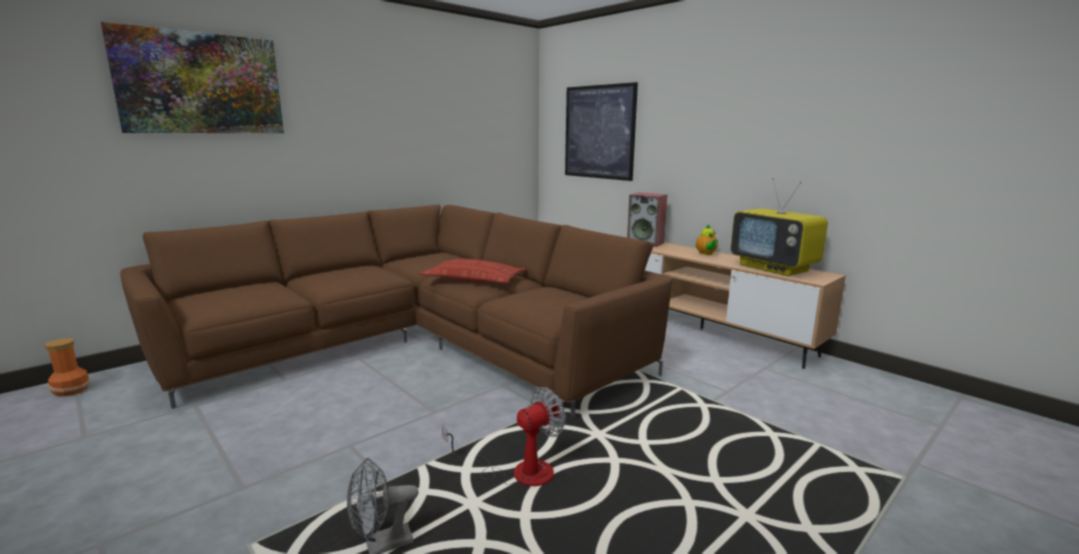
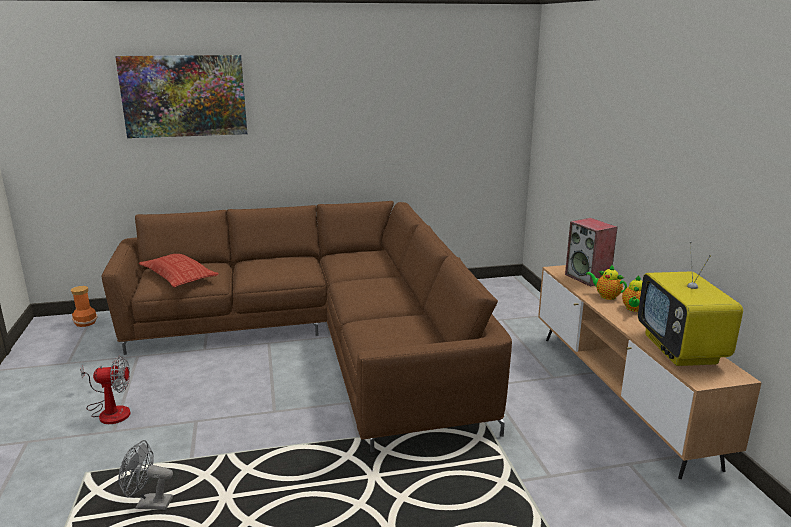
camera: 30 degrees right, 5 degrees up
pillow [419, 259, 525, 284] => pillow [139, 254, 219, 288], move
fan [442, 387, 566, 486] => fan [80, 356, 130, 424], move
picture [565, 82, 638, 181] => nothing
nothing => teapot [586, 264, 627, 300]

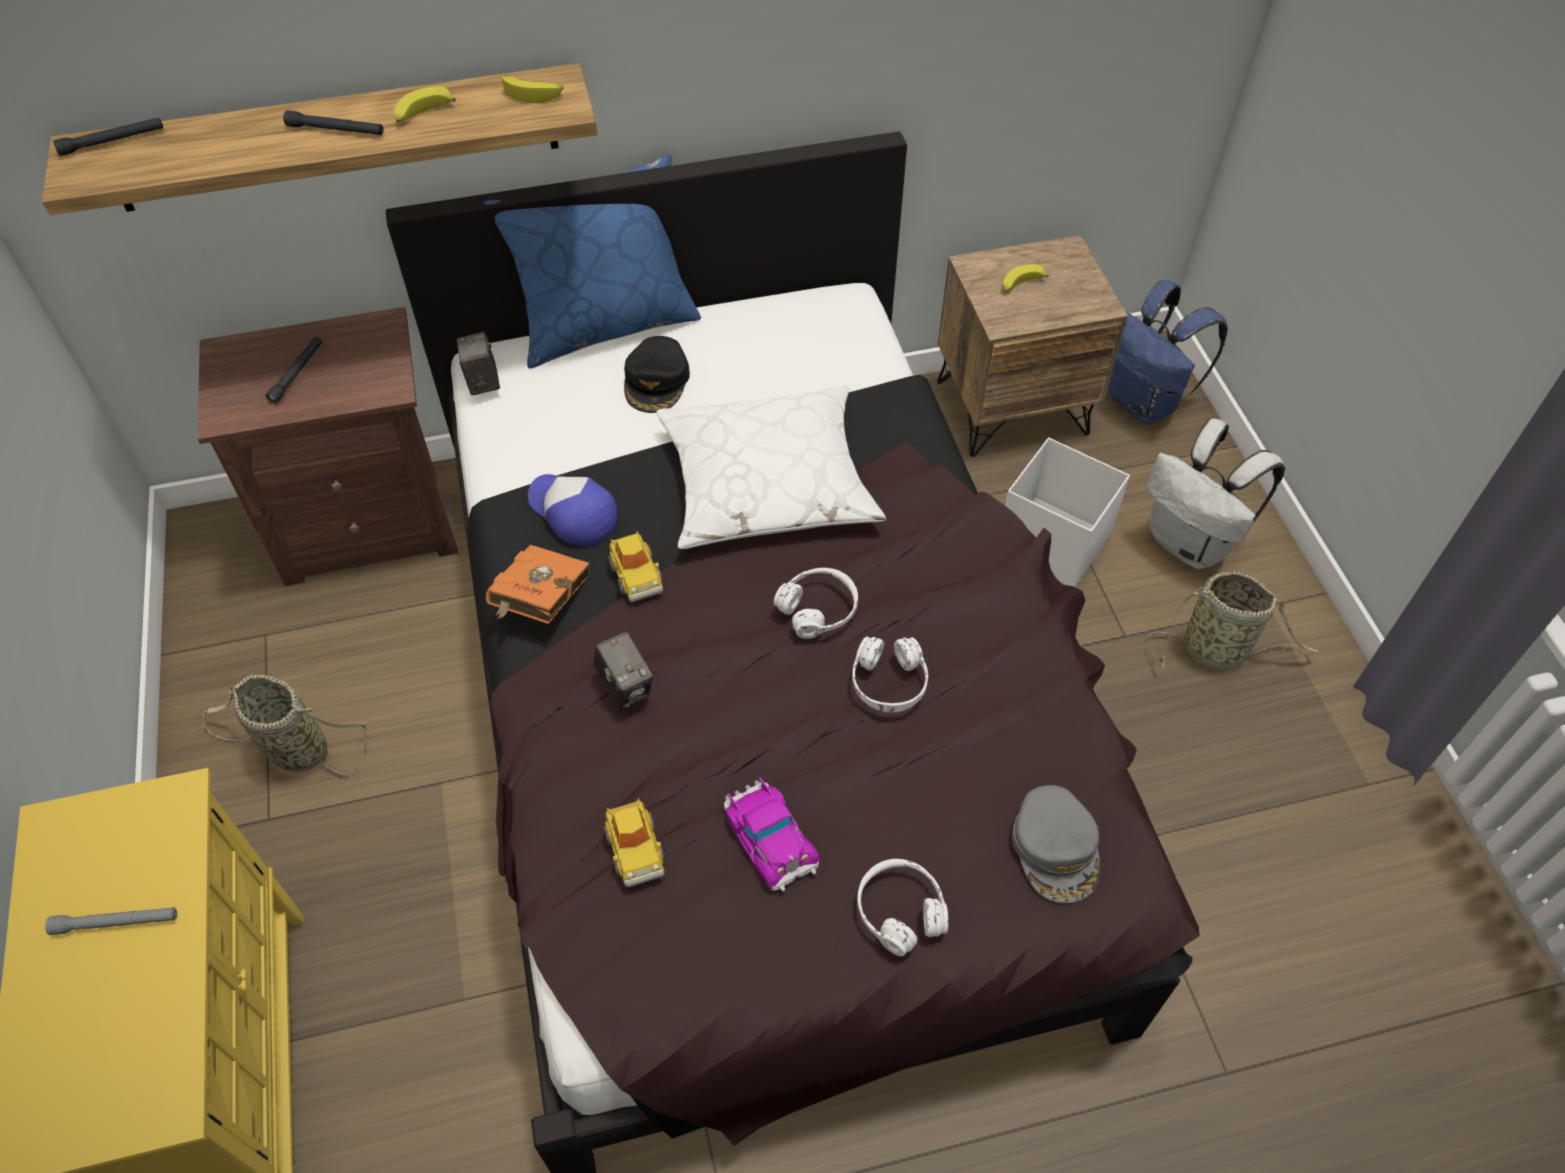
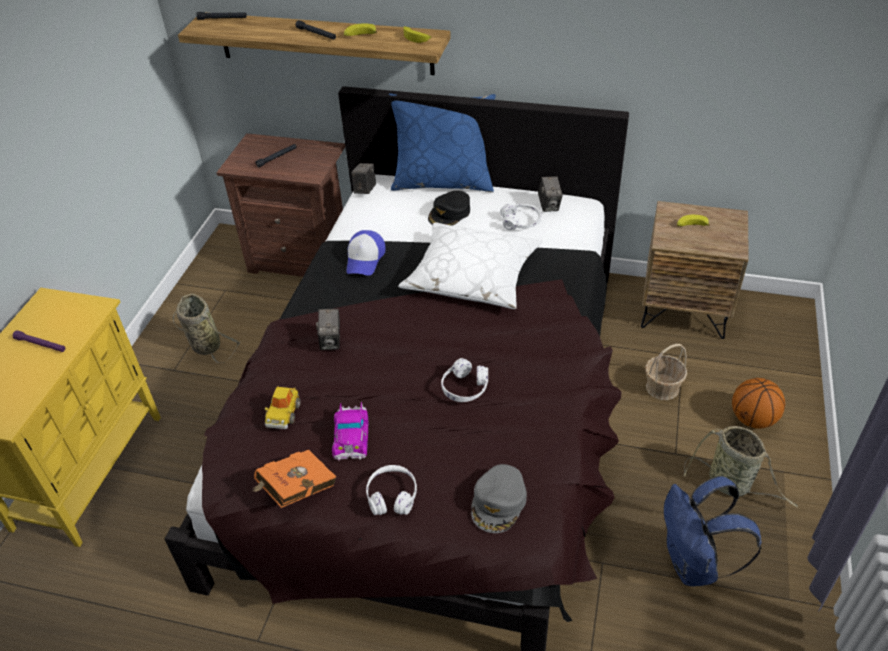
camera: 30 degrees right, 10 degrees down
grey flashlight [45, 907, 177, 935] => purple flashlight [13, 330, 65, 352]
orange book [486, 545, 589, 624] => orange book [252, 450, 336, 508], move
cap [528, 474, 617, 546] => cap [346, 230, 386, 276], 150 degrees counterclockwise
toy car [608, 531, 663, 602] => nothing
white headphones [774, 568, 858, 639] => white headphones [500, 204, 541, 230], move
white storage box [1005, 438, 1130, 587] => basket [645, 344, 687, 400]
blue backpack [1108, 280, 1228, 423] => blue backpack [664, 476, 762, 586], move
white backpack [1147, 419, 1285, 569] => basketball [732, 378, 785, 429]
nothing => photo camera [538, 176, 563, 212]

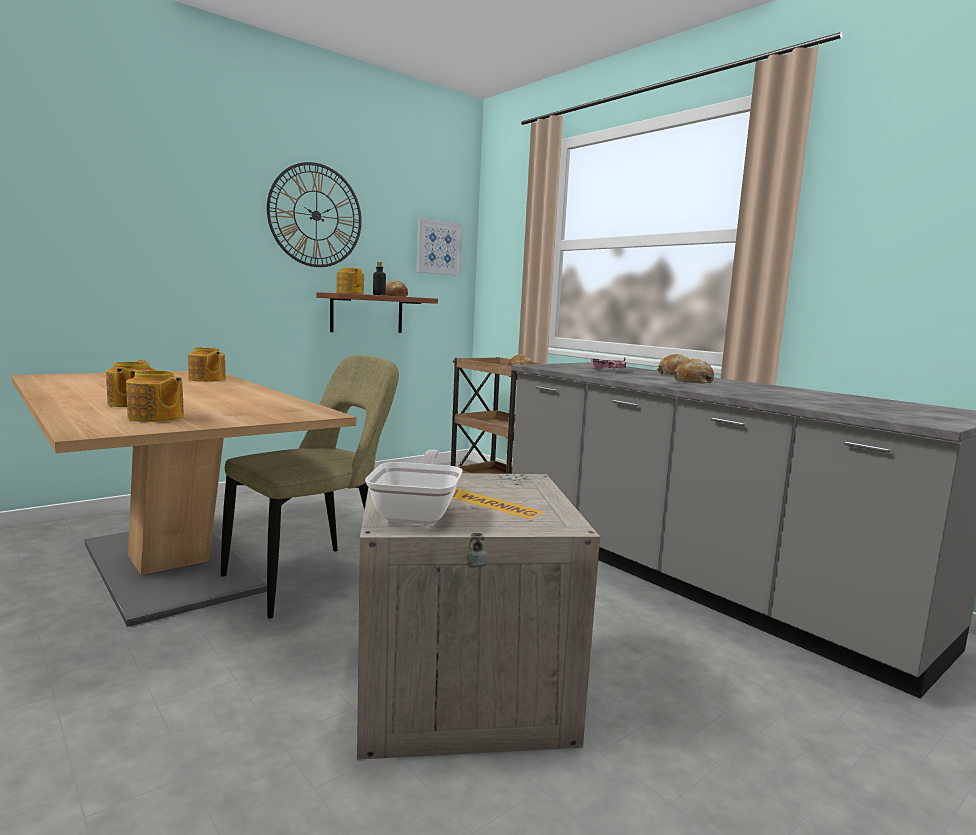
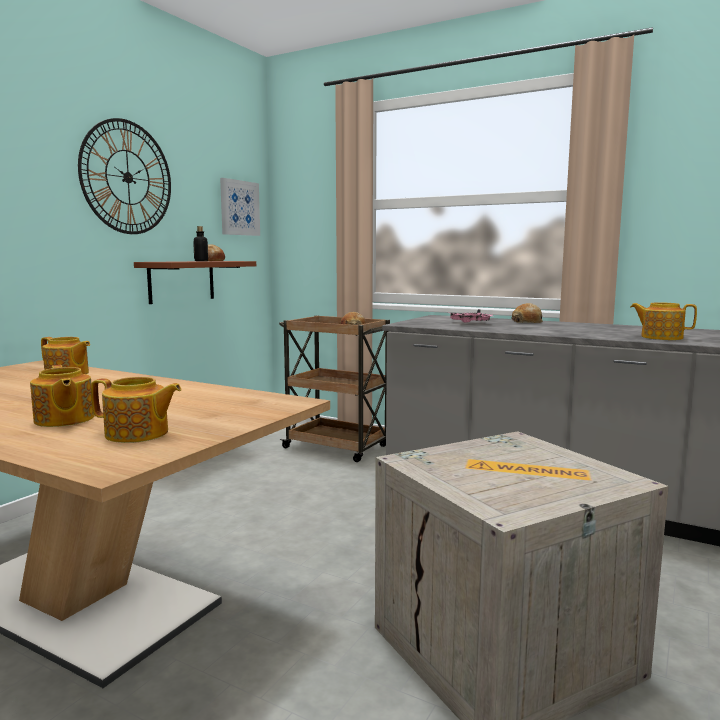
camera: 20 degrees left, 0 degrees up
beige chair [221, 355, 399, 618] => nothing
teapot [337, 268, 364, 294] => teapot [631, 303, 697, 340], move
frying pan [365, 450, 463, 525] => nothing
bread [674, 359, 714, 384] => nothing

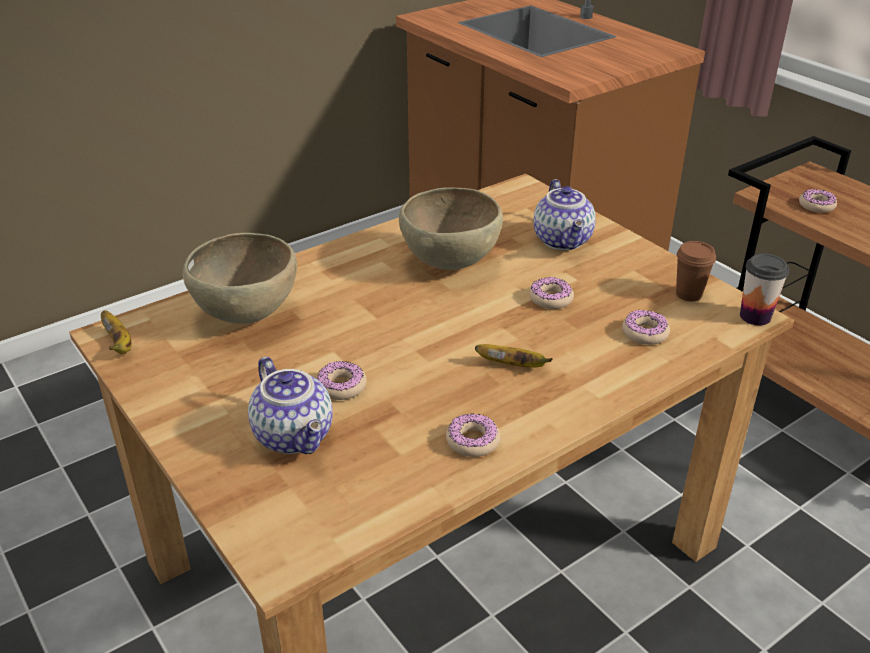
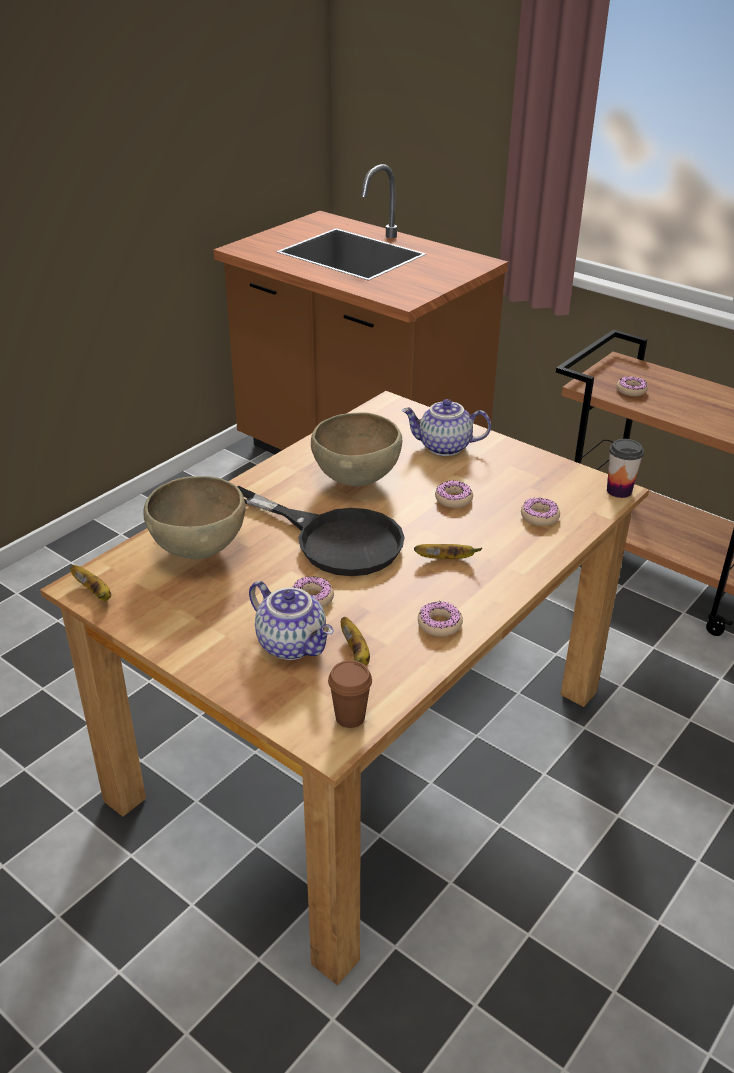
camera: 15 degrees left, 0 degrees up
teapot [533, 179, 596, 251] => teapot [402, 399, 491, 456], 120 degrees clockwise
brown cup [676, 241, 716, 301] => brown cup [328, 660, 372, 728], move
nothing => black frying pan [237, 486, 405, 576]
nothing => banana [341, 617, 370, 666]

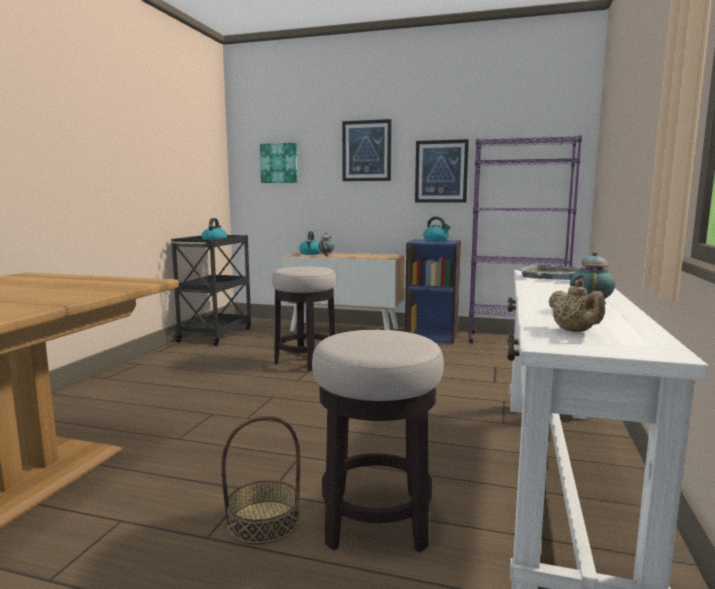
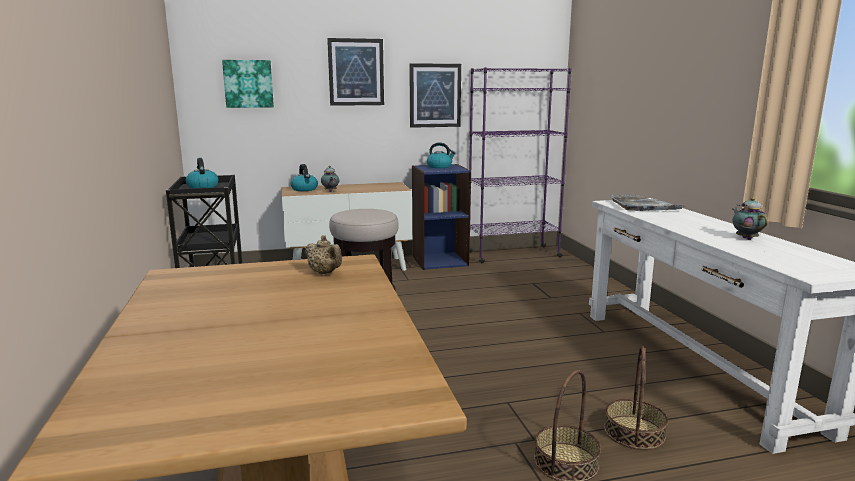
camera: 30 degrees left, 5 degrees up
stool [312, 330, 444, 553] => basket [604, 346, 668, 450]
beige teapot [549, 280, 605, 332] => beige teapot [305, 235, 342, 274], move

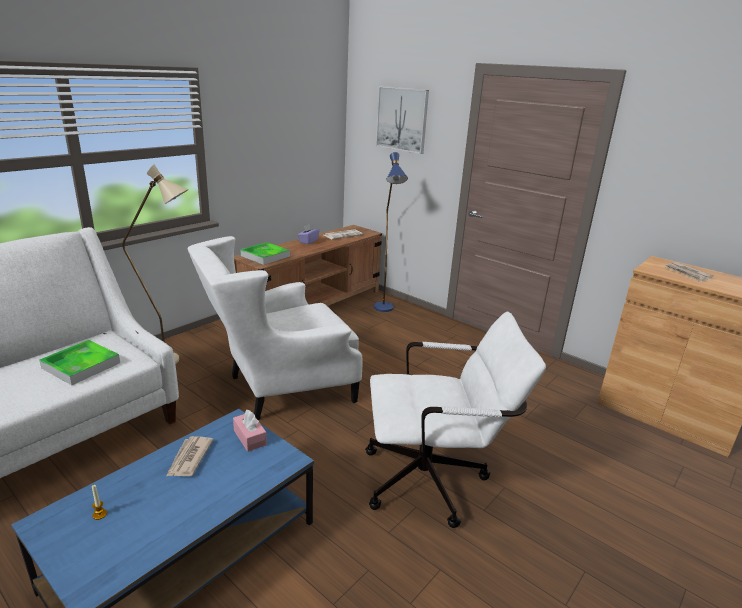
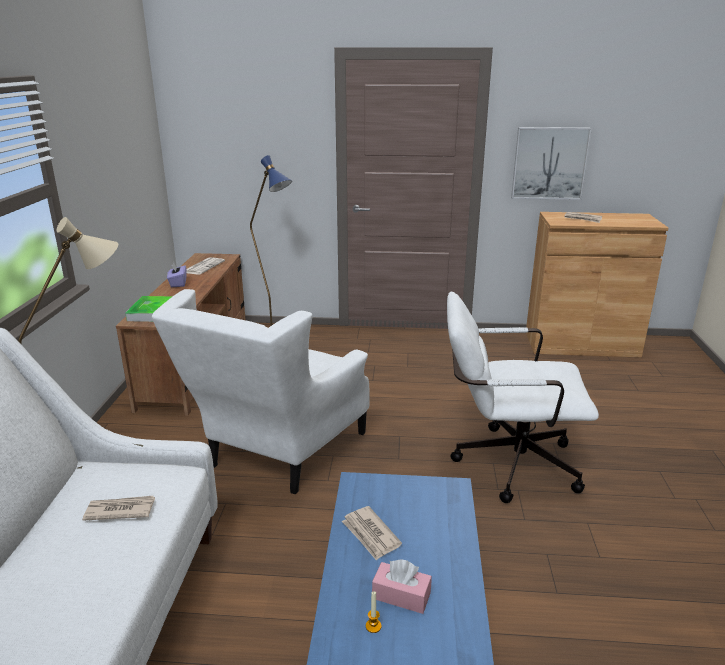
camera: 35 degrees left, 0 degrees up
tray [39, 340, 120, 385] => newspaper [82, 496, 155, 521]
pink tissue box [233, 410, 267, 452] => pink tissue box [372, 559, 432, 614], move
white office chair [365, 312, 546, 528] => white office chair [447, 292, 599, 503], 135 degrees counterclockwise
picture [376, 86, 429, 154] => picture [511, 127, 592, 200], move

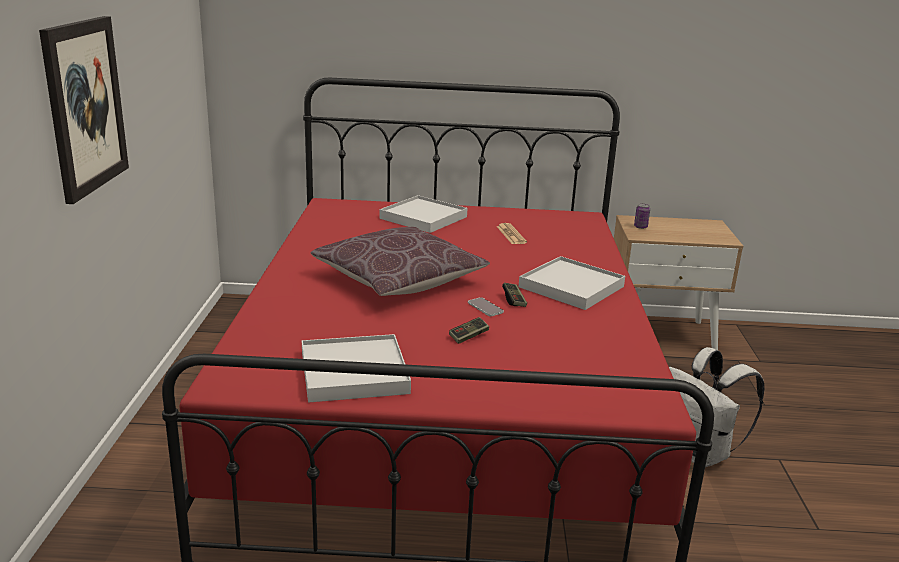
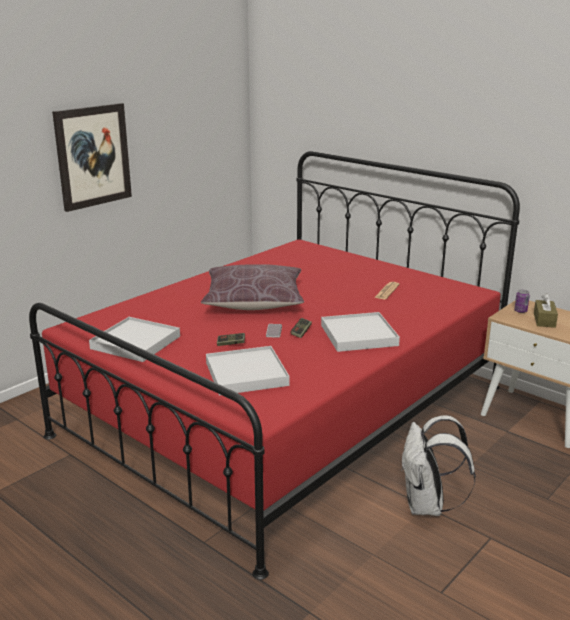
camera: 40 degrees right, 0 degrees up
white tray [379, 195, 467, 233] => white tray [206, 346, 289, 395], move
nothing => brown tissue box [534, 293, 558, 328]

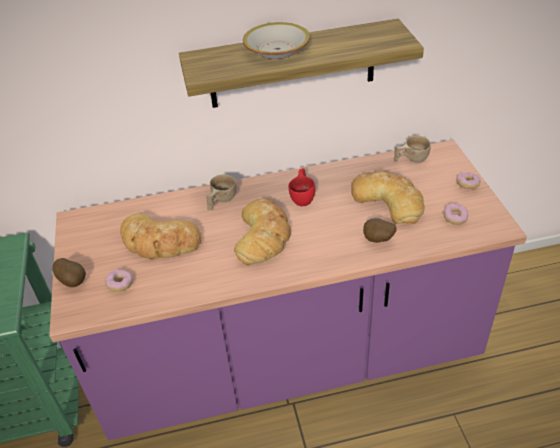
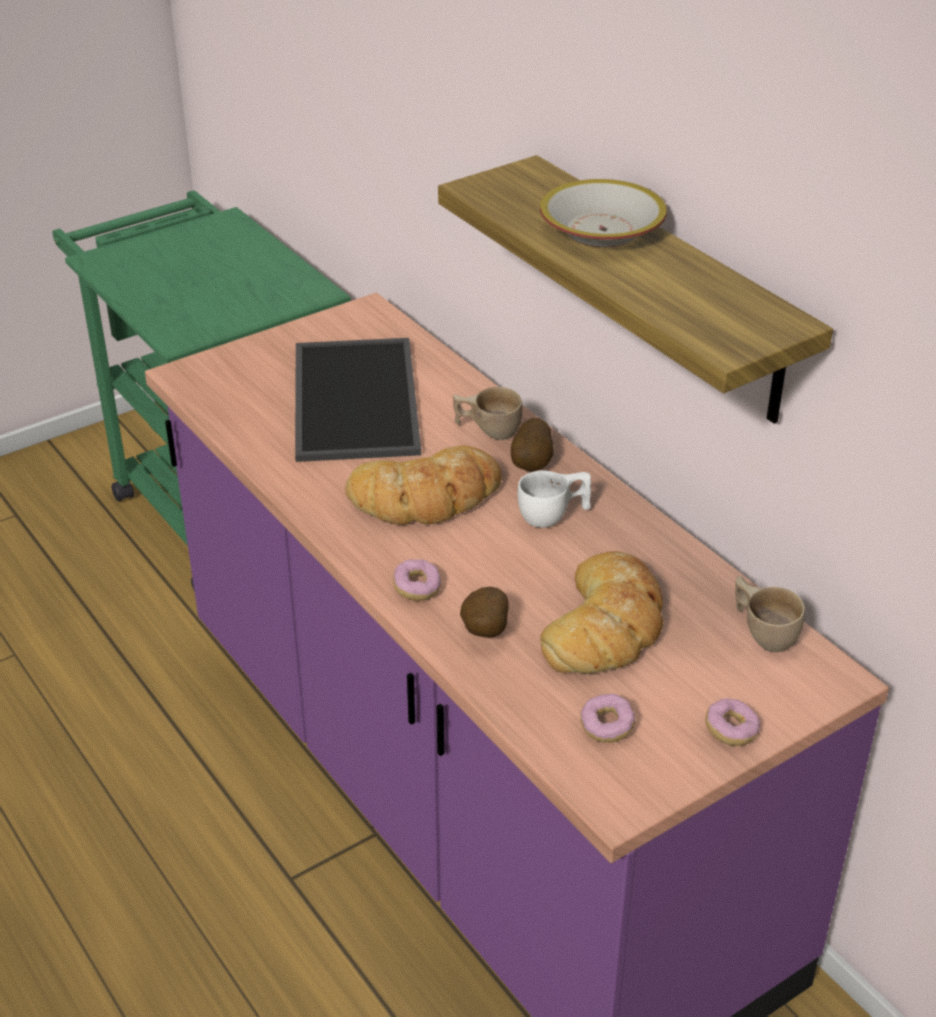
camera: 65 degrees right, 5 degrees down
potato [52, 258, 86, 287] => potato [511, 418, 554, 472], move
donut [105, 269, 133, 292] => donut [393, 559, 441, 601], move
bread [120, 213, 201, 259] => tray [295, 338, 421, 462]
red cup [288, 168, 315, 206] => white cup [518, 471, 591, 528]

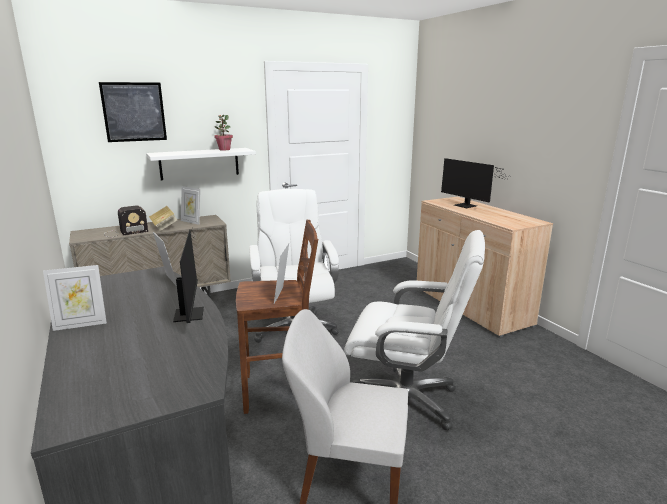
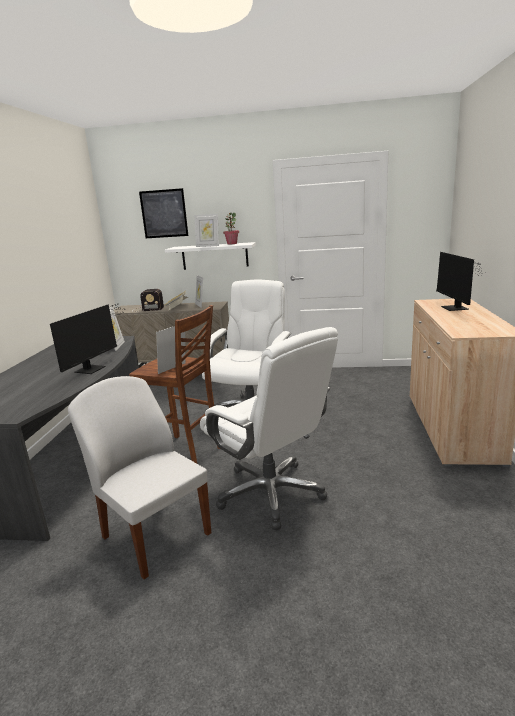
camera: 35 degrees right, 0 degrees up
picture frame [43, 265, 107, 331] => picture frame [194, 214, 219, 247], move

